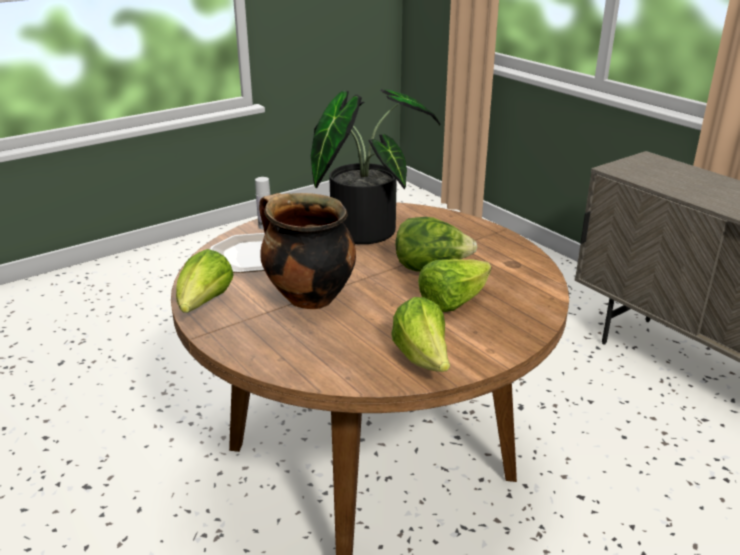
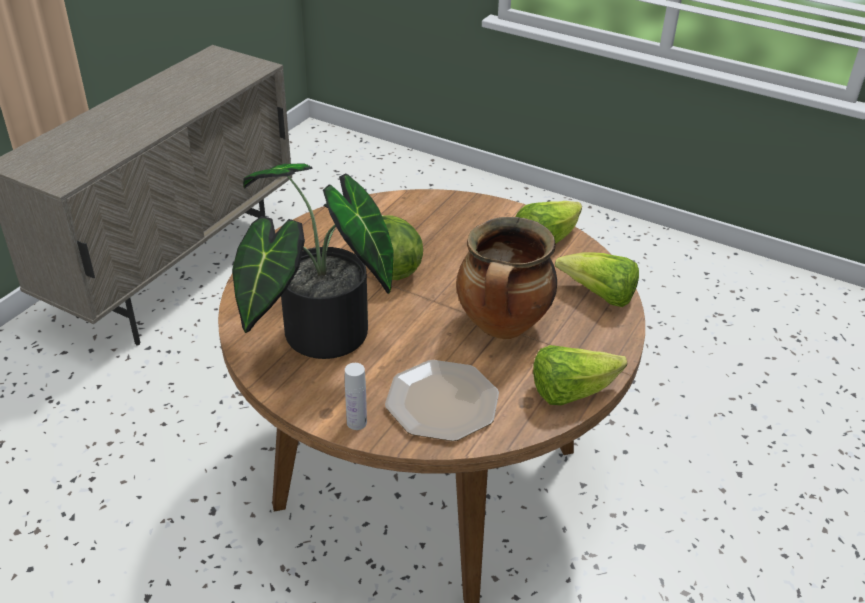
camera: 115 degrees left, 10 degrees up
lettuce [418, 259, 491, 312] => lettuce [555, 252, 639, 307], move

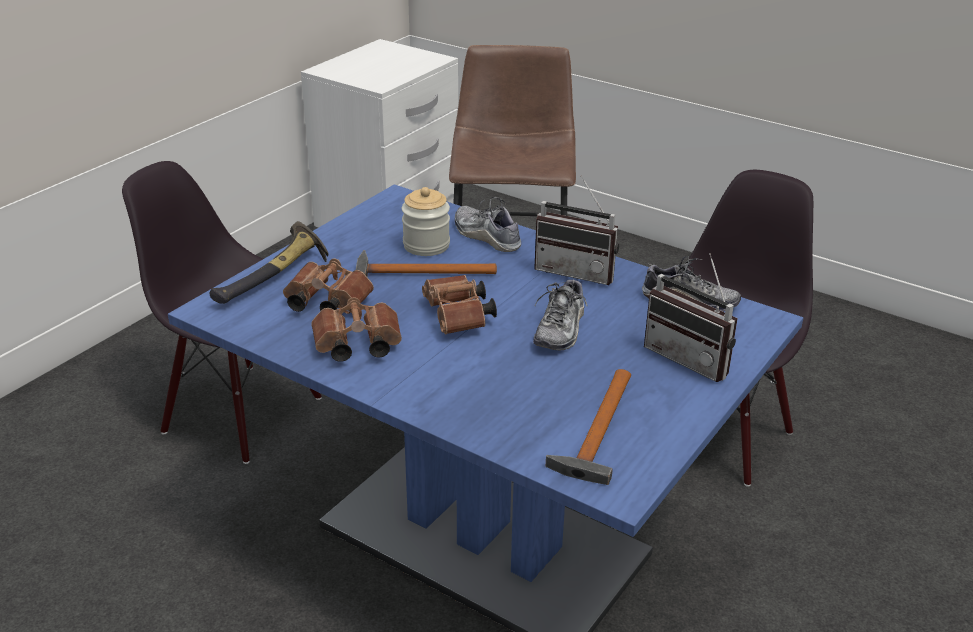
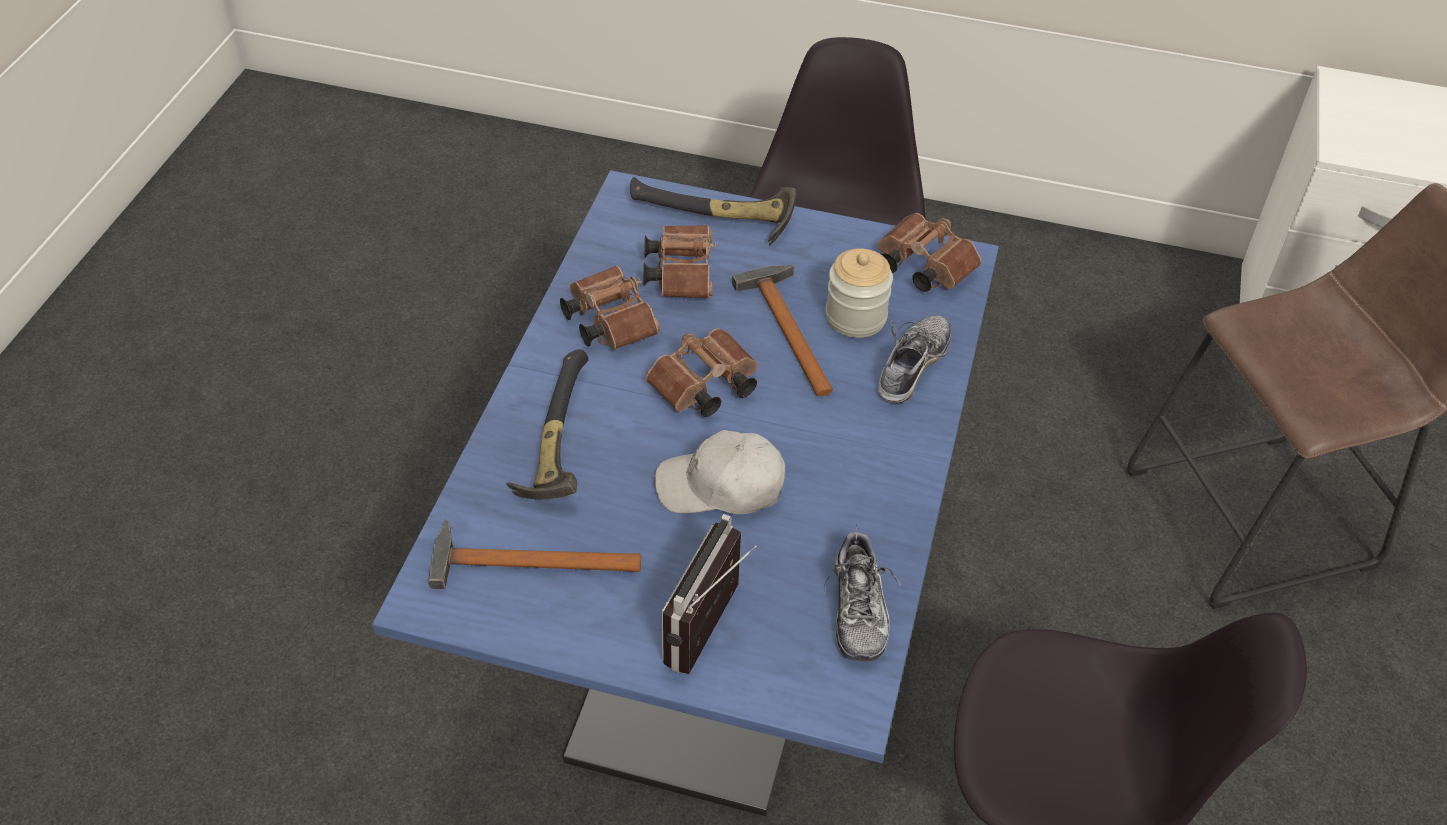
camera: 70 degrees right, 15 degrees up
shoe [533, 277, 587, 350] => white cap [655, 430, 785, 514]
radio [534, 176, 619, 285] => nothing
nothing => hammer [506, 349, 589, 500]
nothing => brown binoculars [878, 213, 981, 292]

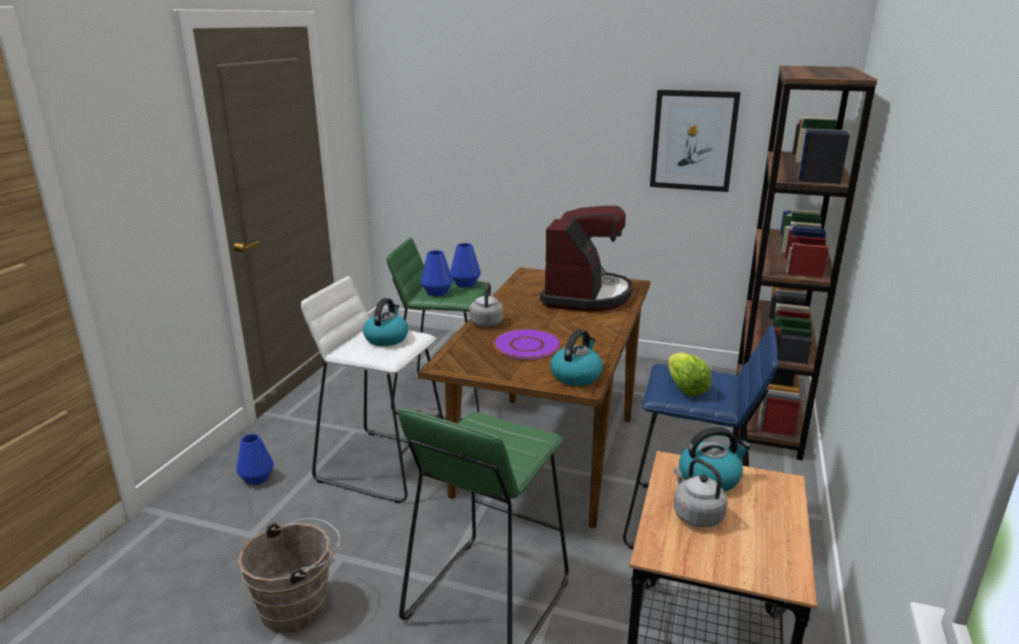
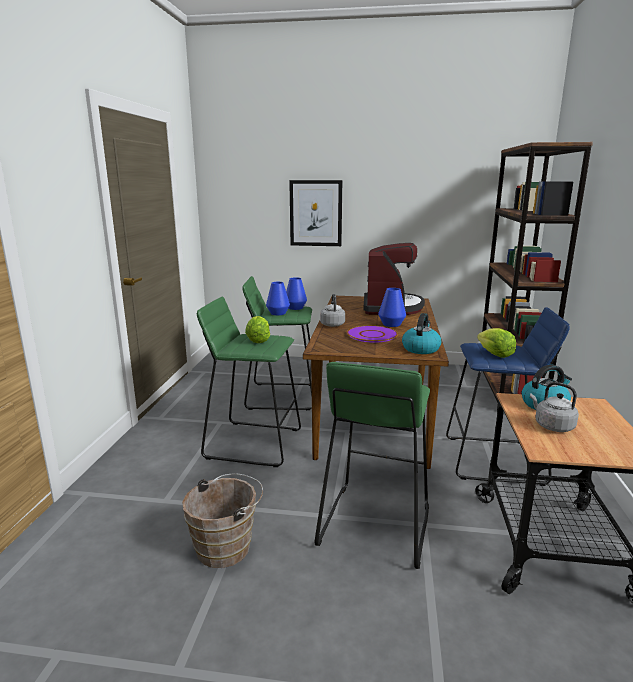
camera: 10 degrees left, 5 degrees down
blue vase [236, 434, 274, 485] => blue vase [378, 288, 406, 327], move
white stool [301, 276, 443, 503] => green stool [197, 297, 301, 467]
kettle [363, 298, 408, 346] => lettuce [245, 316, 270, 343]
picture [650, 90, 741, 192] => picture [289, 180, 342, 246], move

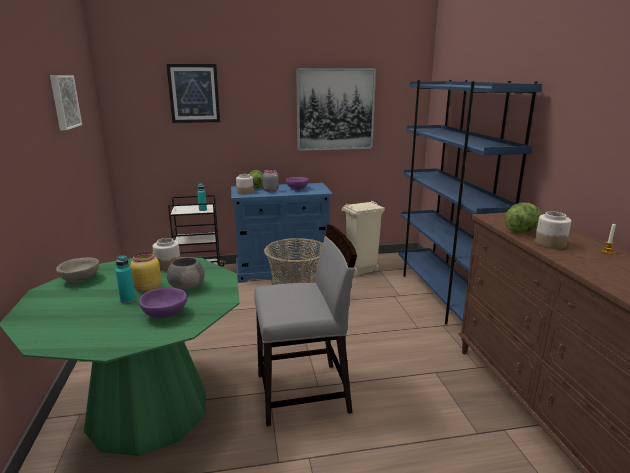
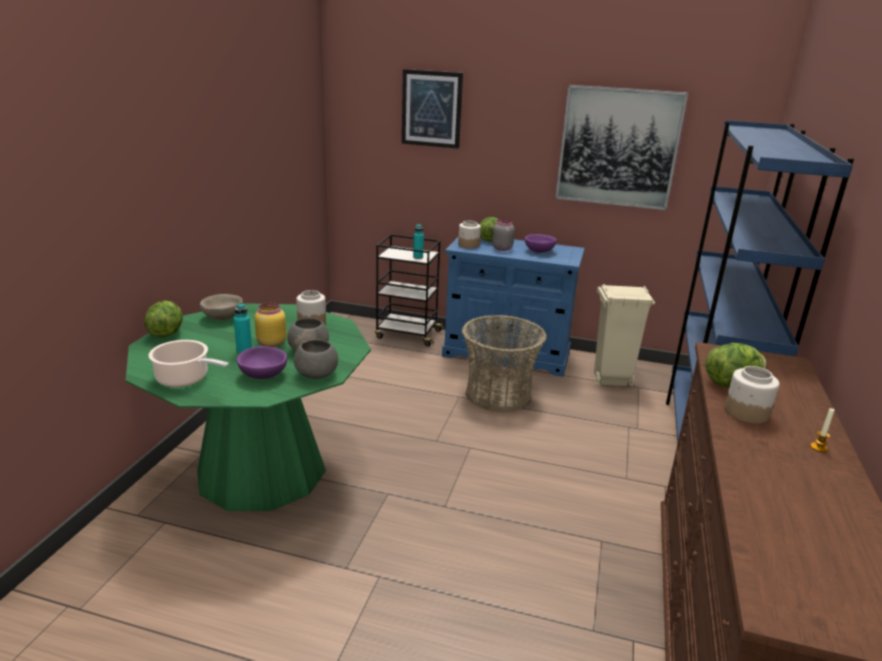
camera: 25 degrees right, 5 degrees up
picture [50, 76, 82, 130] => nothing
grey chair [254, 225, 357, 426] => nothing
nothing => lettuce [144, 301, 183, 338]
nothing => cooking pot [148, 340, 229, 387]
nothing => grey bowl [294, 340, 338, 379]

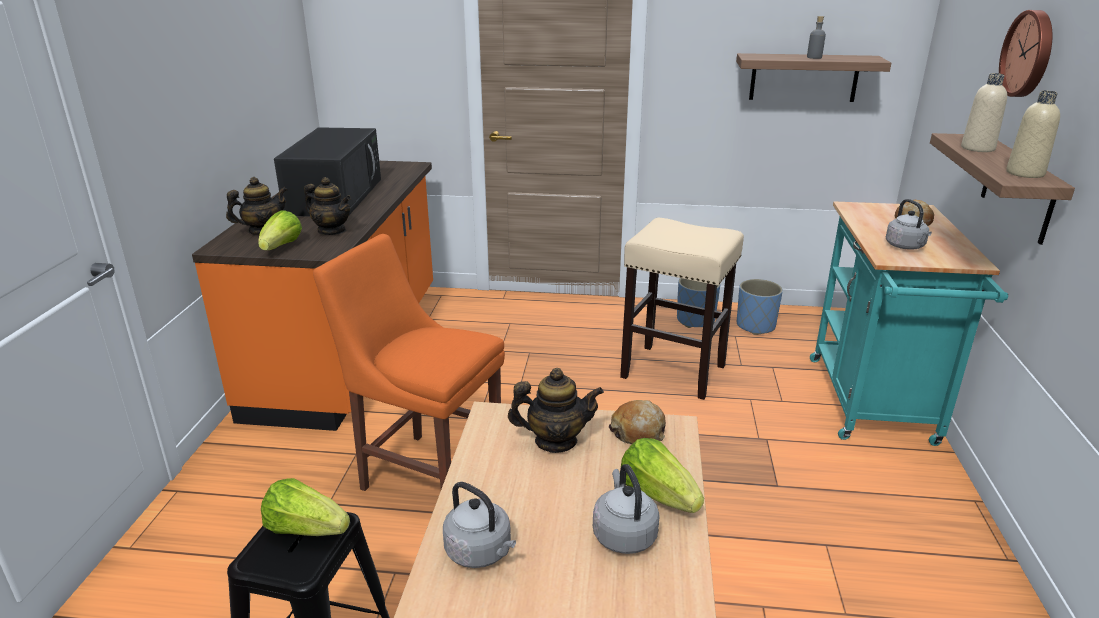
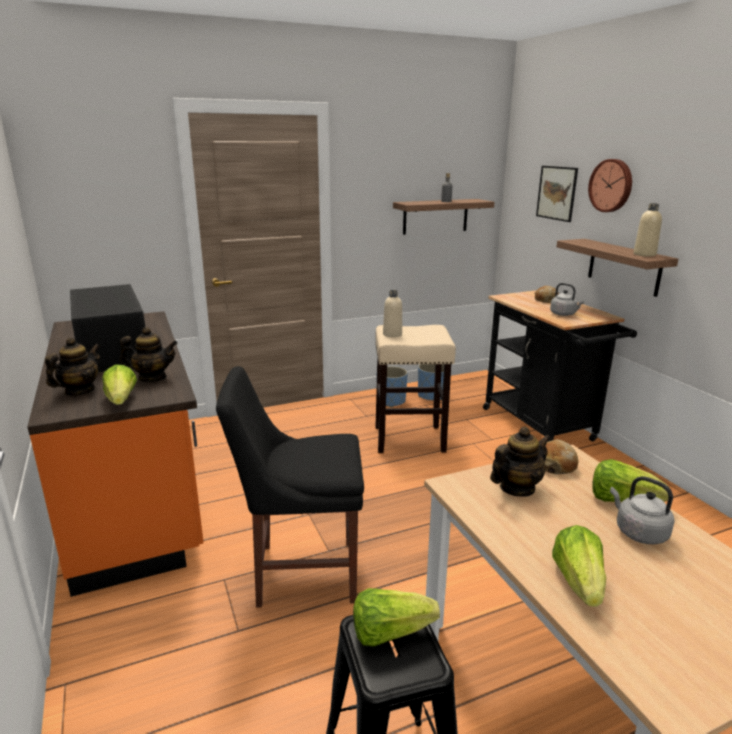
camera: 30 degrees left, 5 degrees down
orange chair [313, 234, 505, 491] => black chair [216, 366, 364, 608]
grey kettle [443, 482, 516, 568] => lettuce [552, 525, 606, 607]
turquoise cart [810, 201, 1008, 446] => black cart [483, 290, 637, 442]
beige bottle [961, 73, 1007, 152] => beige bottle [383, 290, 402, 337], move
nothing => picture [536, 166, 578, 222]

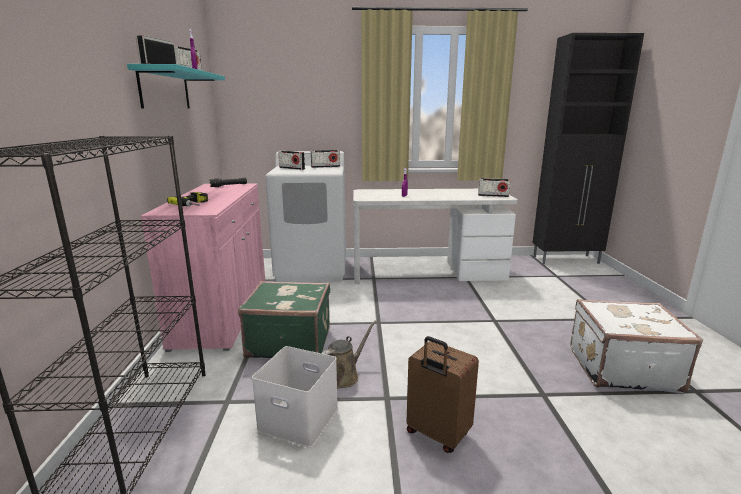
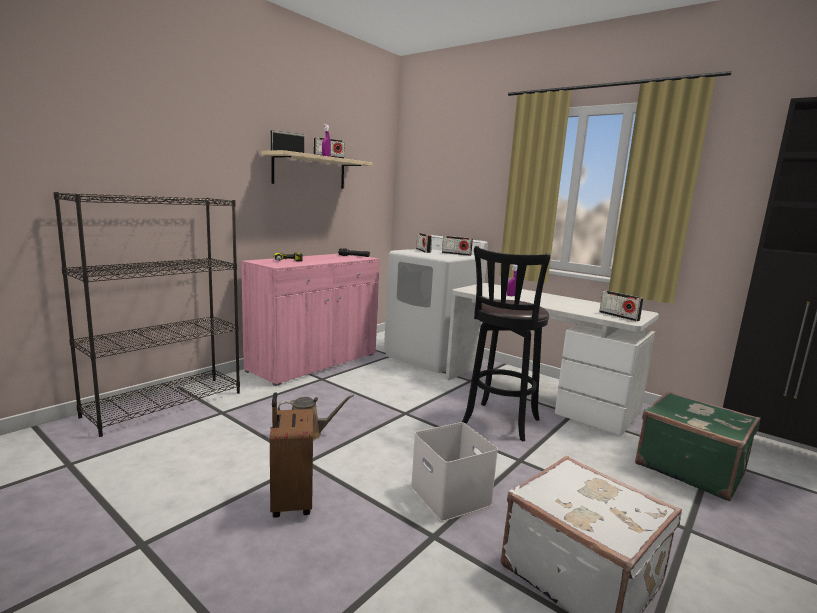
camera: 40 degrees right, 5 degrees down
turquoise shelf [127, 64, 225, 109] => beige shelf [262, 150, 372, 189]
green suitcase [238, 281, 330, 358] => green suitcase [635, 391, 761, 502], move
white storage box [252, 346, 338, 448] => white storage box [411, 422, 498, 522], move
nothing => black stool [462, 246, 550, 442]

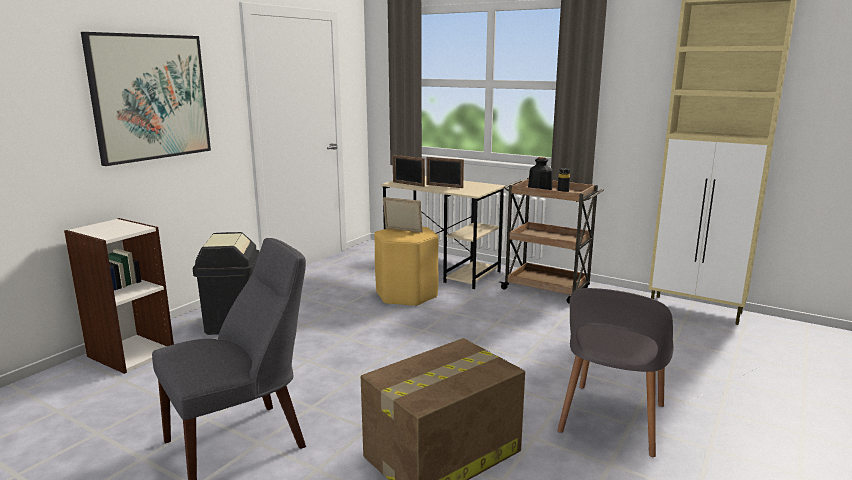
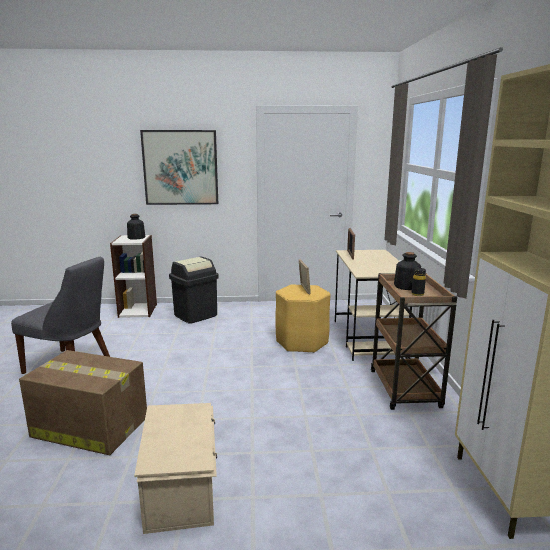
camera: 55 degrees right, 0 degrees up
picture frame [426, 157, 464, 188] => nothing
grey chair [557, 288, 674, 457] => beige storage box [134, 403, 217, 534]
nothing => bottle [127, 214, 145, 240]

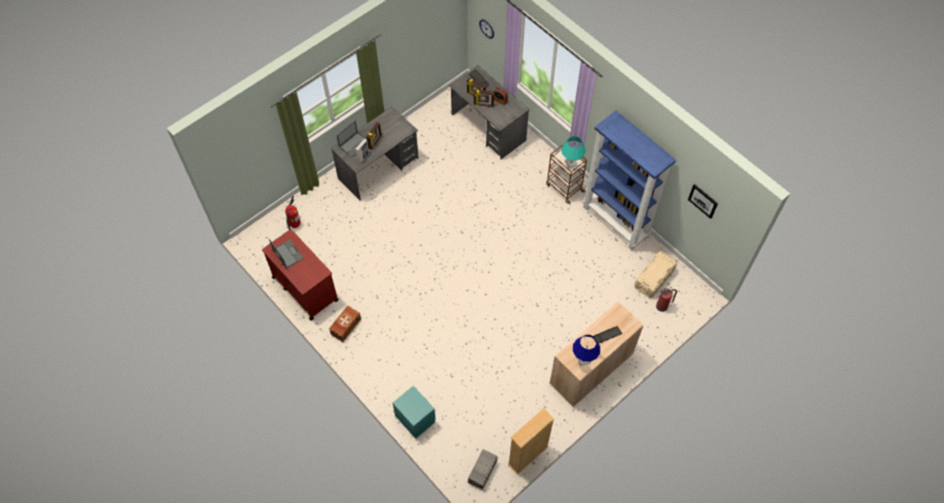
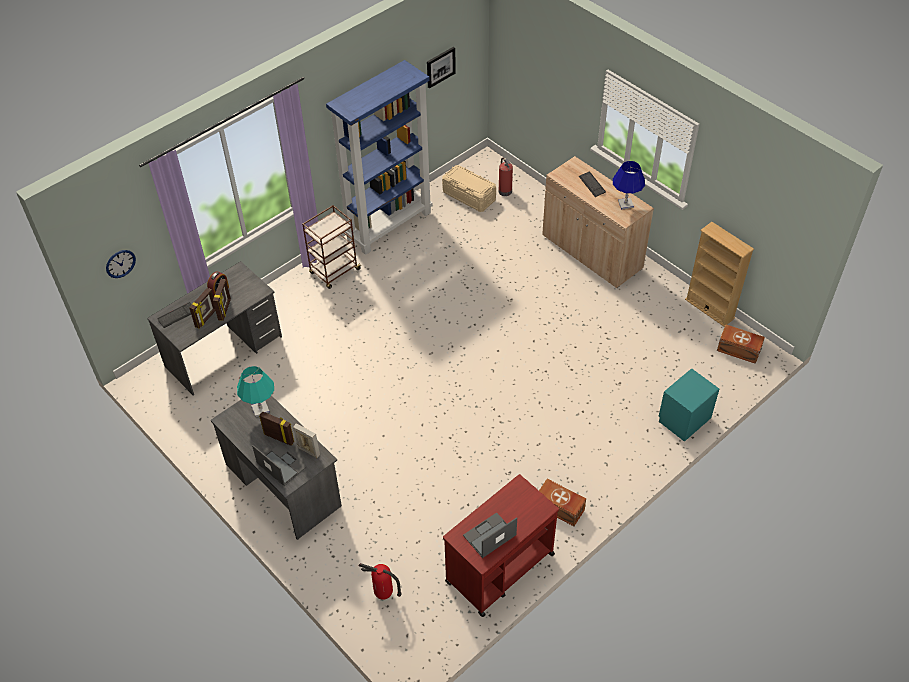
camera: 90 degrees left, 10 degrees down
grey storage box [468, 449, 497, 490] => brown storage box [717, 325, 765, 364]
turquoise table lamp [561, 136, 586, 168] => turquoise table lamp [237, 366, 274, 417], move

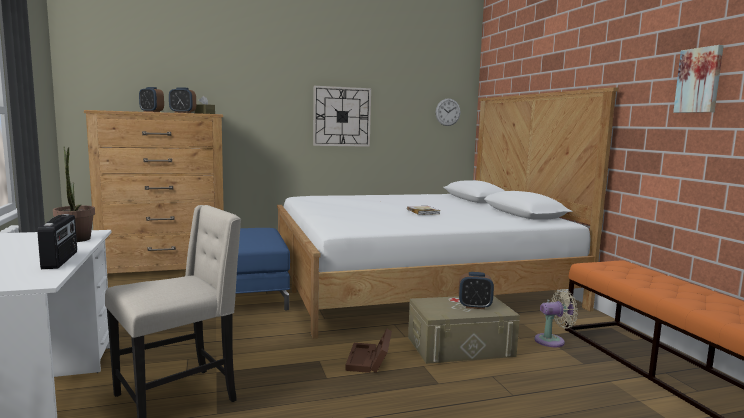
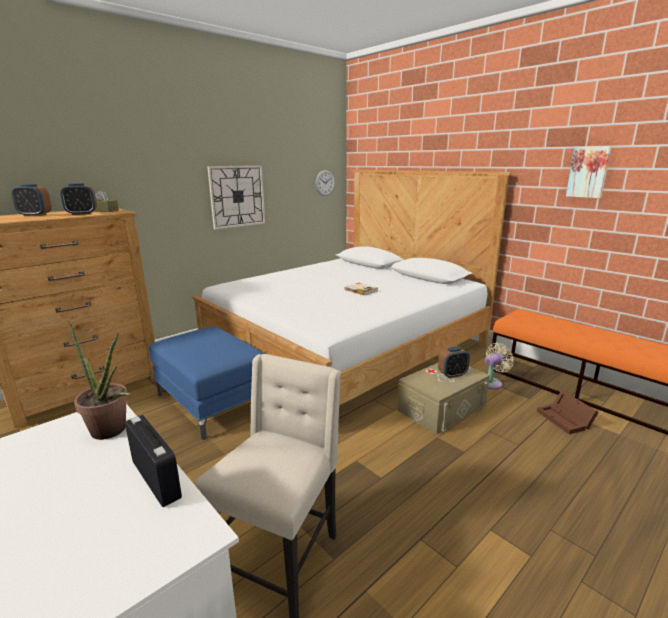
camera: 25 degrees left, 10 degrees up
brown storage box [345, 329, 392, 373] => brown storage box [537, 390, 599, 434], move

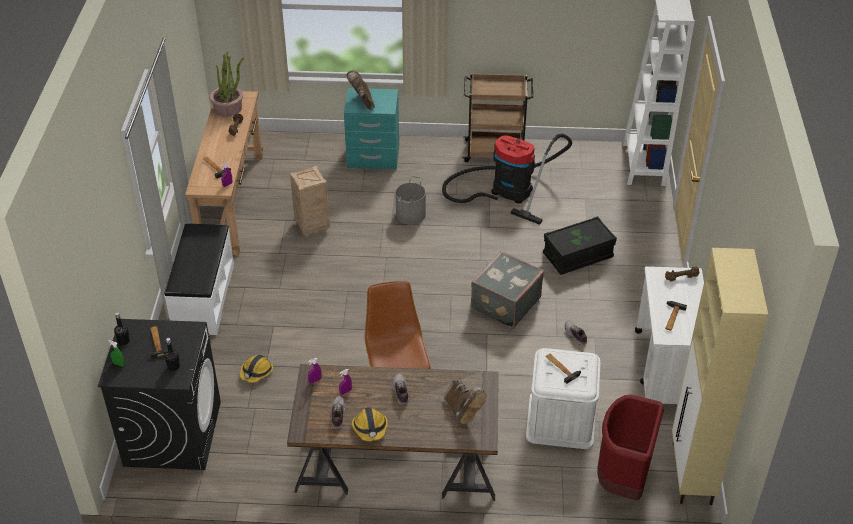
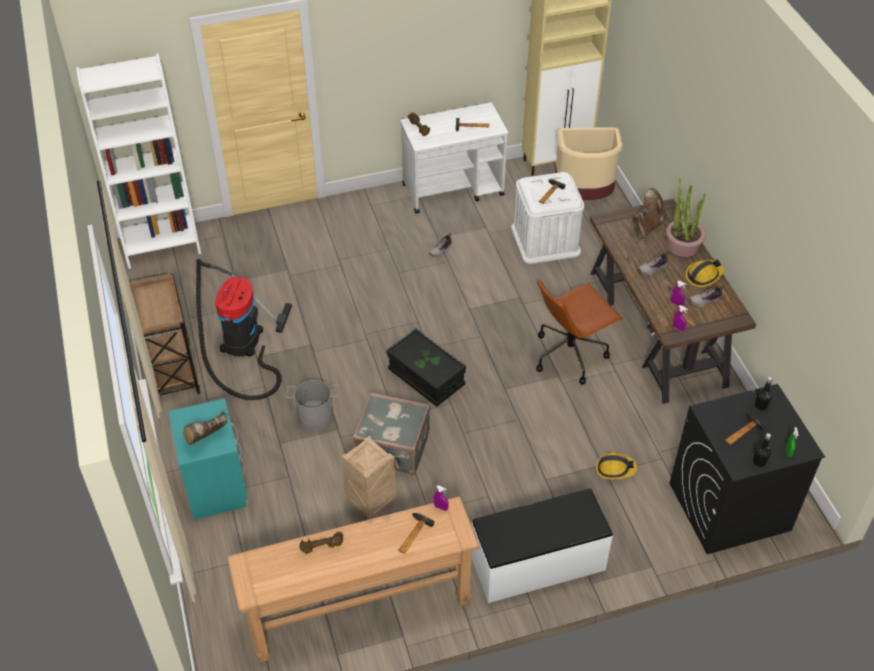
camera: 110 degrees left, 5 degrees up
potted plant [209, 52, 244, 117] => potted plant [666, 178, 706, 257], move
grey suitcase [471, 251, 544, 329] => grey suitcase [353, 393, 430, 474], move
black storage box [543, 216, 617, 275] => black storage box [386, 329, 466, 407], move
red trash can [598, 394, 664, 501] => beige trash can [555, 127, 623, 200]

